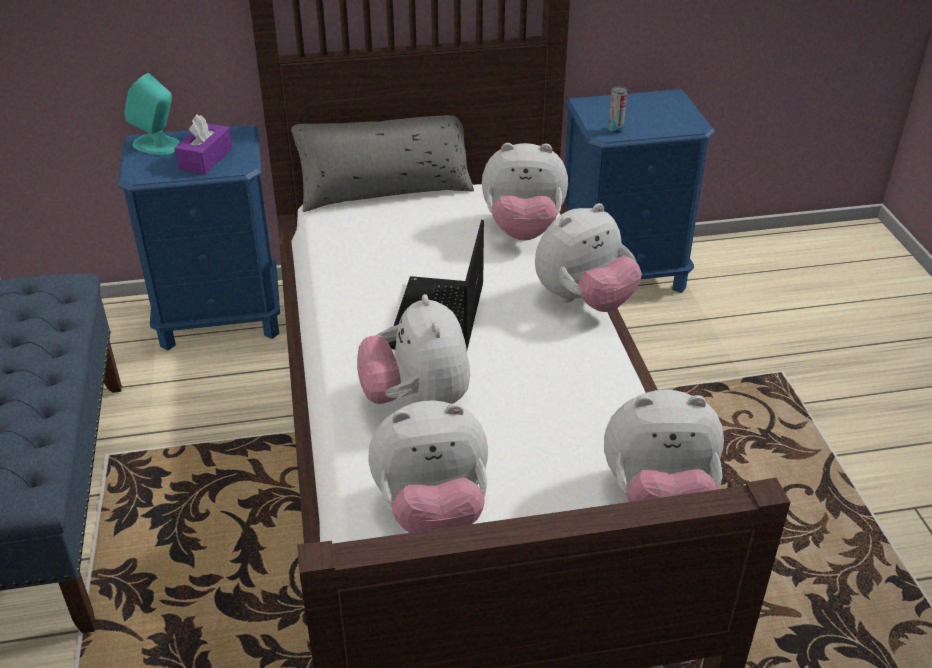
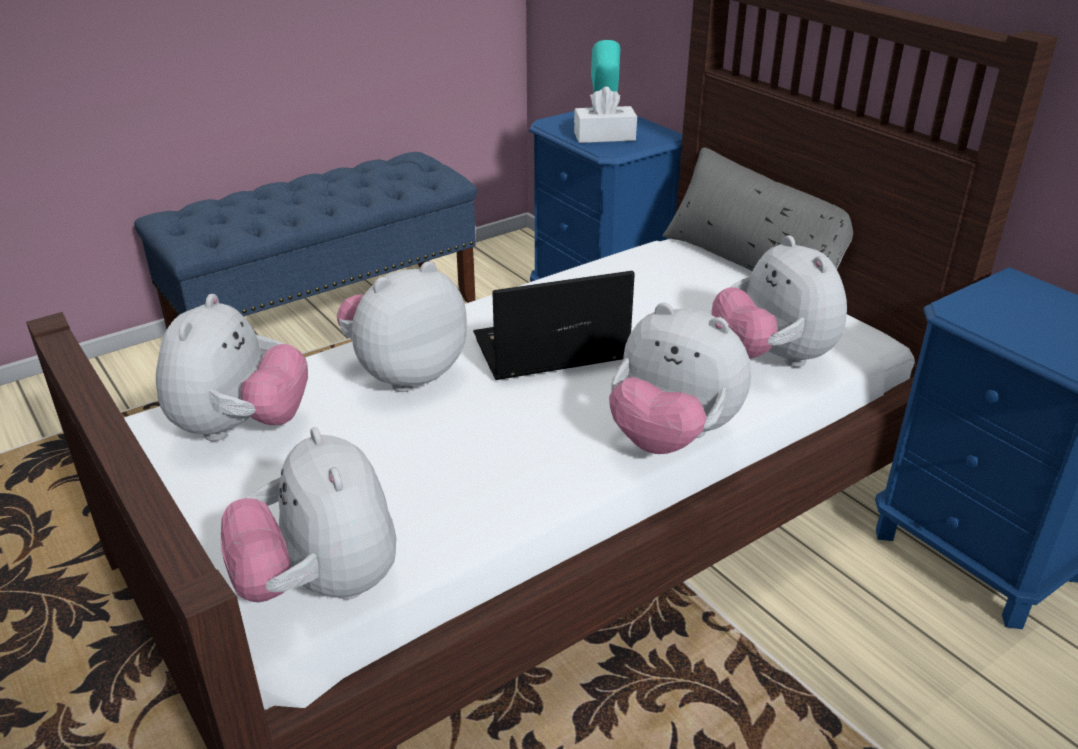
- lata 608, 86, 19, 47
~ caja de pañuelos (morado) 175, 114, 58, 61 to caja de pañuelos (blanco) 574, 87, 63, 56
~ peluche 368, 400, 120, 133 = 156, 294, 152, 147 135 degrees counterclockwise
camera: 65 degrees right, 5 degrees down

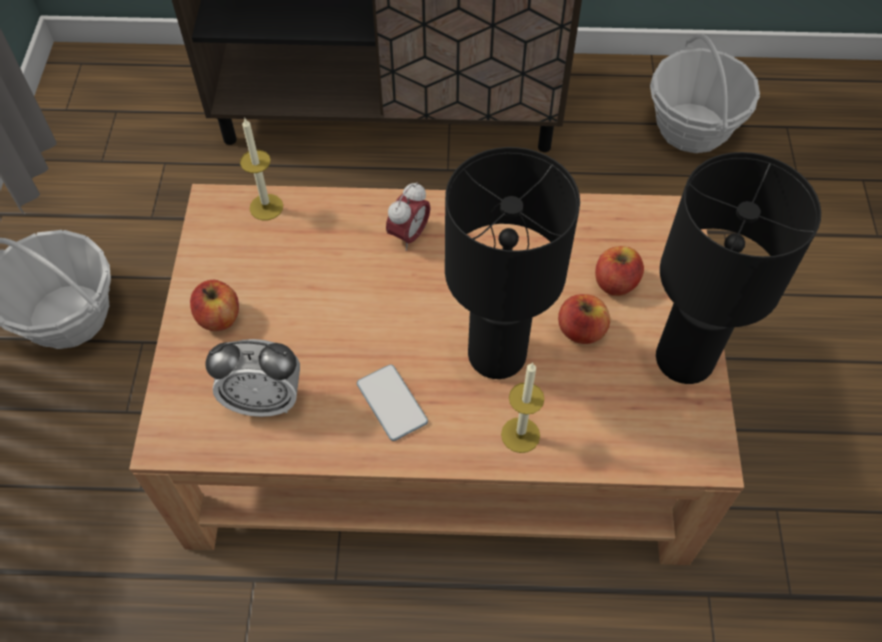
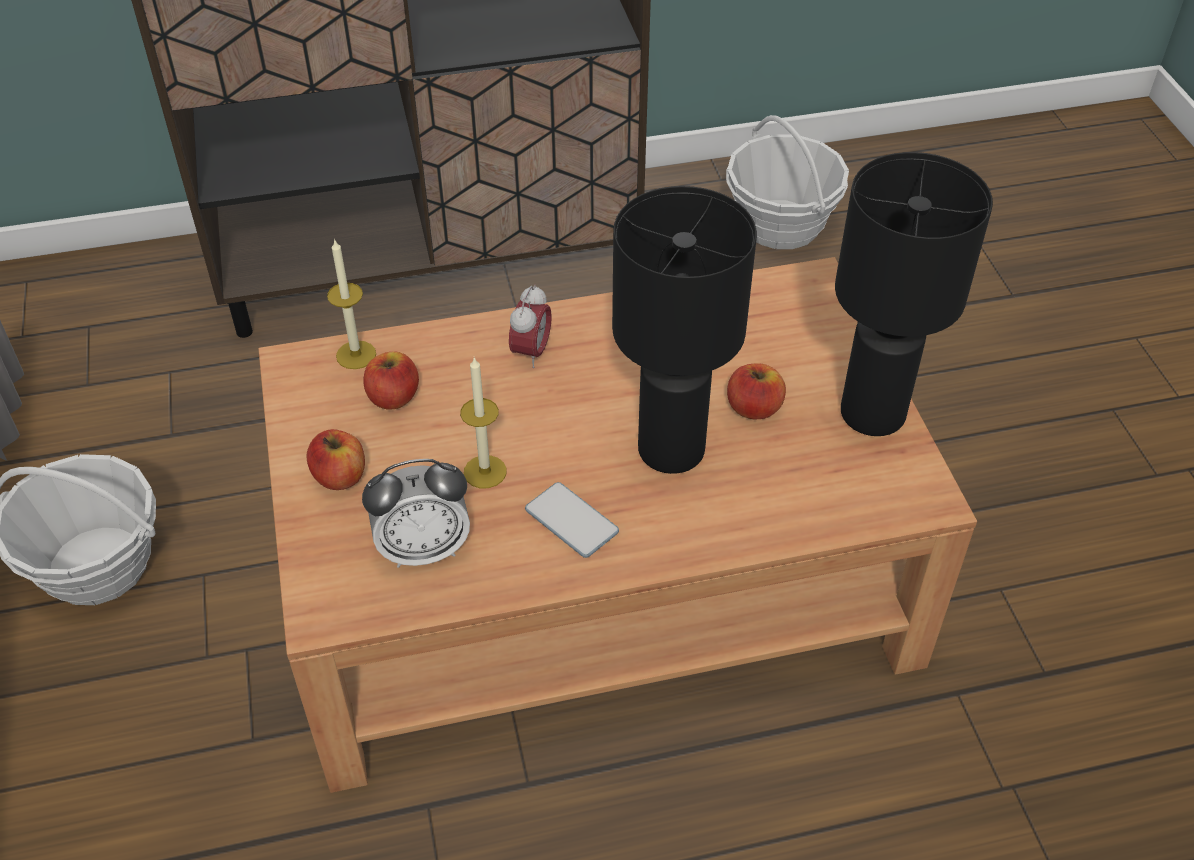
~ vela 501, 362, 44, 91 to 460, 357, 47, 131
~ manzana 595, 246, 49, 50 to 363, 351, 56, 59
camera: 15 degrees left, 10 degrees down

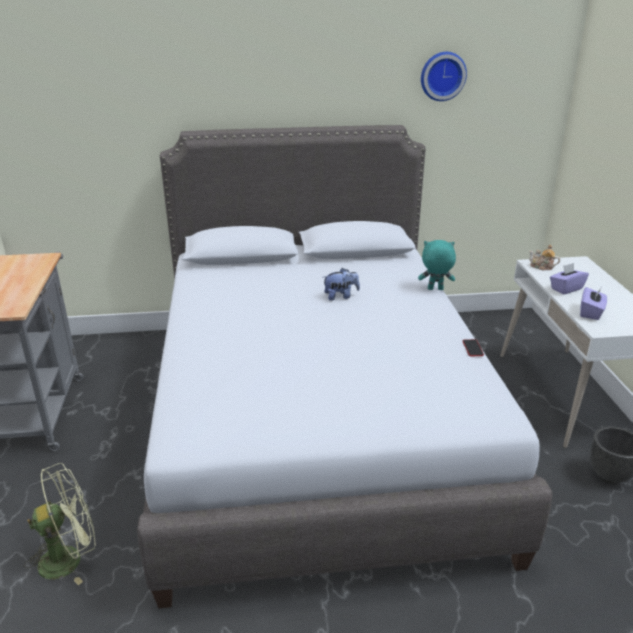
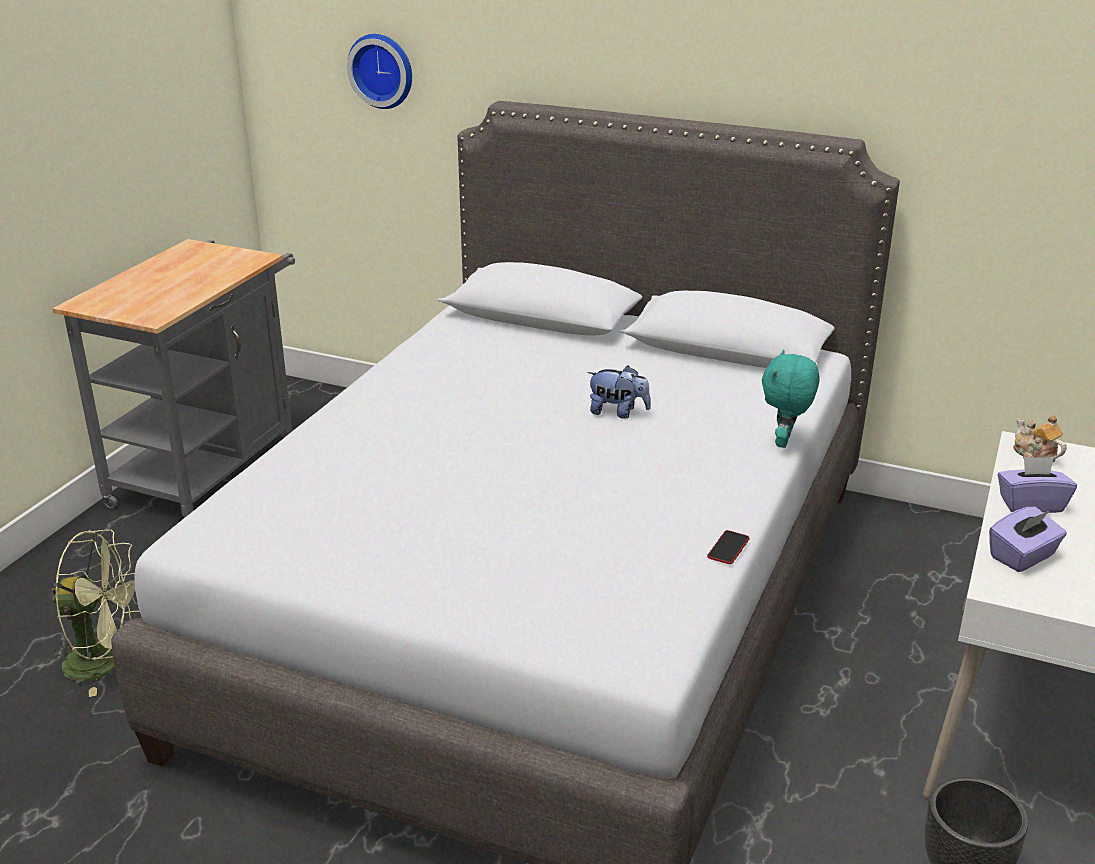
~ reloj de pared 421, 52, 46, 49 to 347, 34, 65, 75
~ peluche (turquesa) 418, 240, 38, 50 = 762, 350, 58, 98 105 degrees counterclockwise
camera: 30 degrees right, 0 degrees up

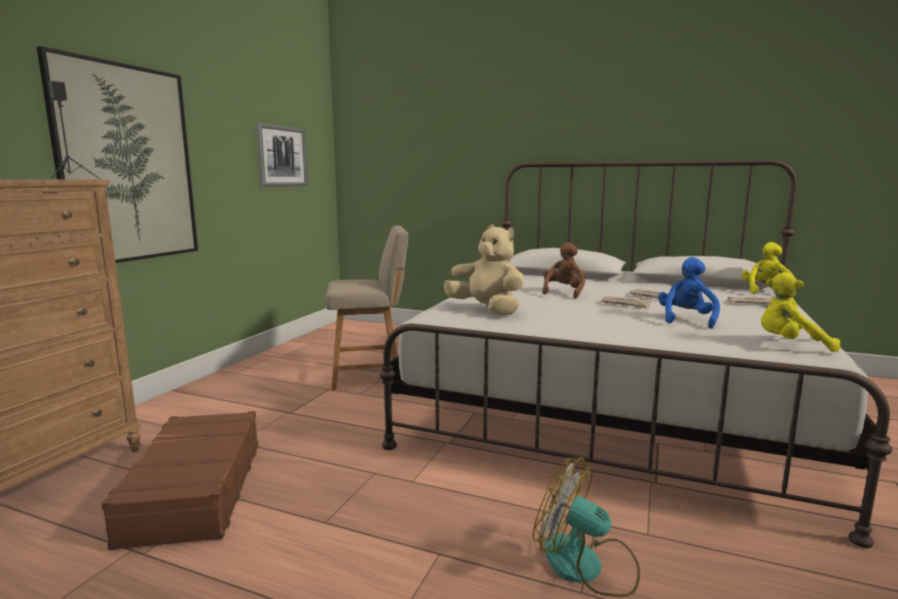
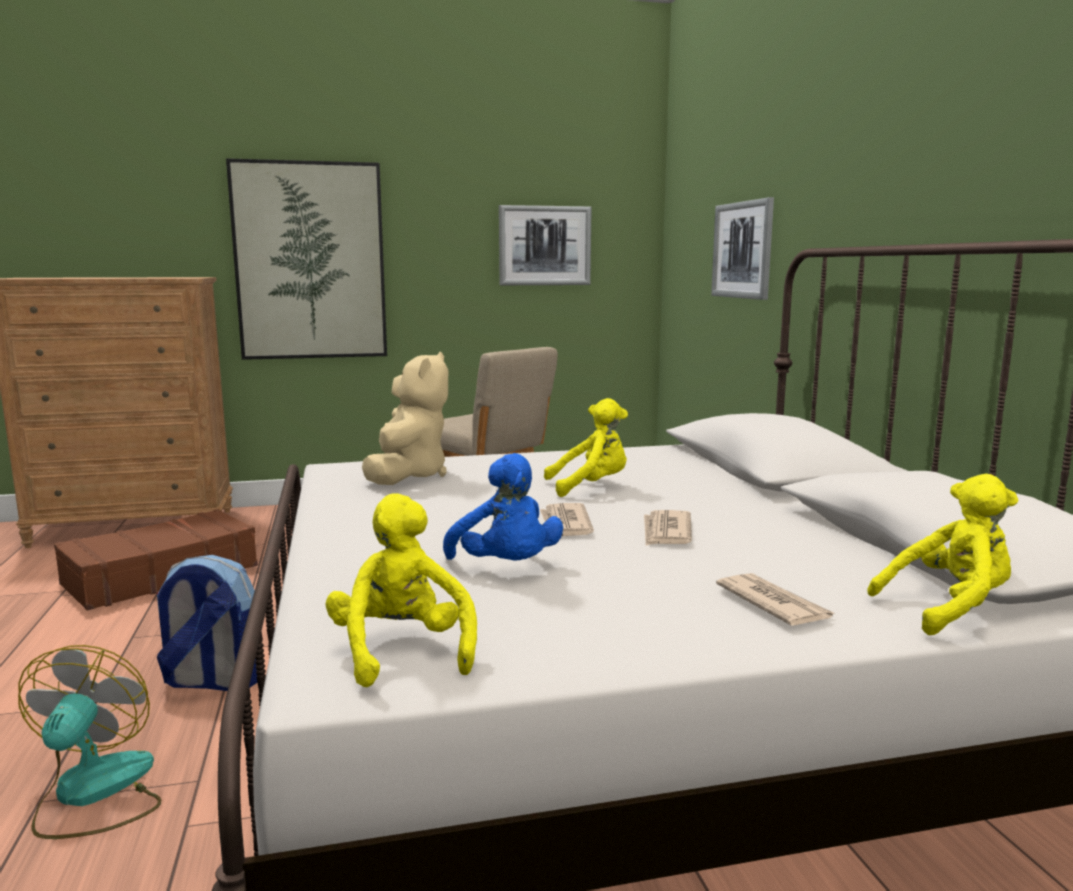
- altavoz (negro) 49, 81, 51, 98
+ mochila 157, 555, 101, 136
+ cuadro 711, 197, 63, 103
~ peluche (marrón) 542, 242, 43, 57 to peluche (amarillo) 544, 398, 84, 99
~ peluche (azul) 658, 257, 62, 72 = 443, 453, 120, 108 75 degrees clockwise
camera: 55 degrees right, 0 degrees up

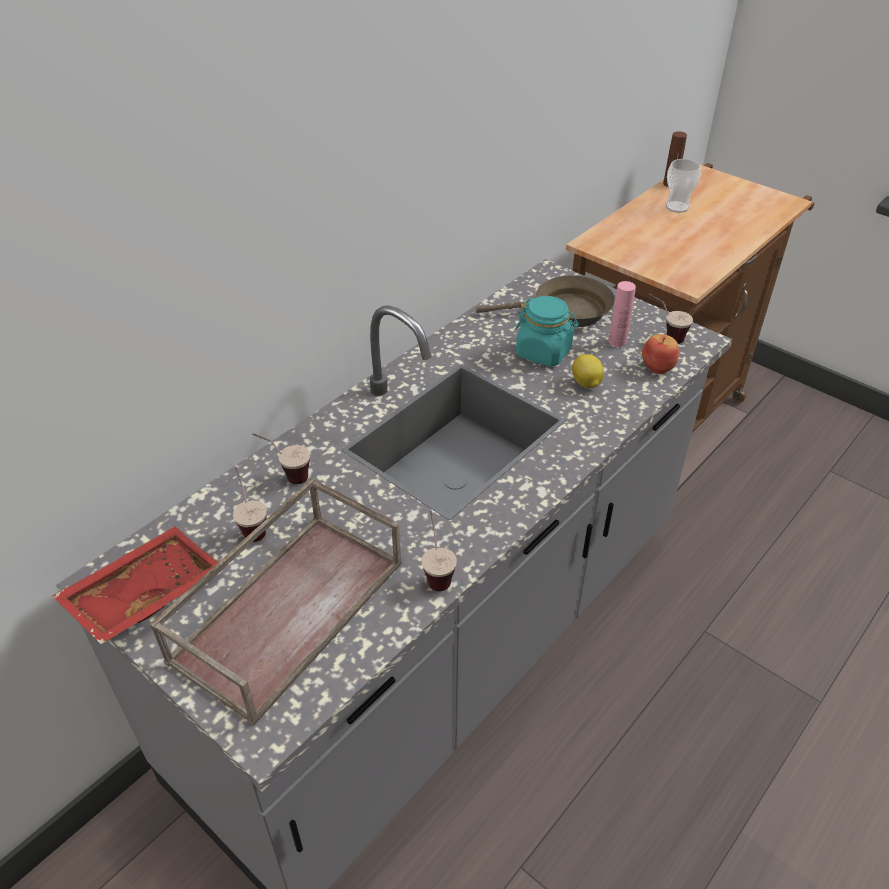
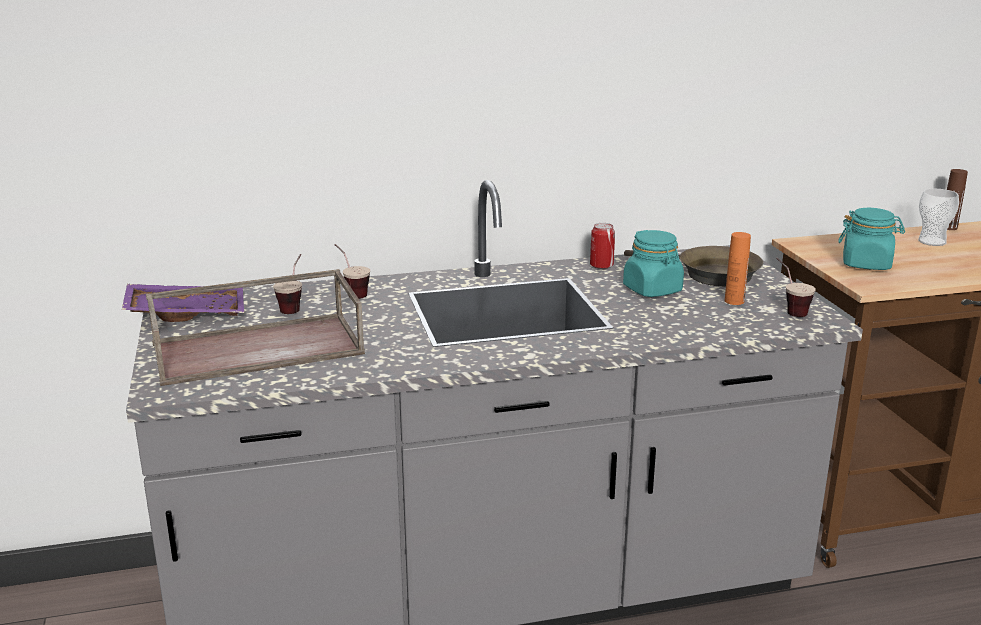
- taza 422, 510, 35, 81
- limón 572, 354, 32, 34
- manzana 642, 334, 37, 40
+ lata 590, 223, 25, 46
+ tarro (turquesa) 838, 208, 67, 62
~ bandeja (rojo) 53, 526, 165, 118 to bandeja (morado) 122, 284, 122, 38
~ botella (rosa) 608, 281, 28, 66 to botella (naranja) 725, 232, 26, 73
camera: 35 degrees right, 20 degrees down

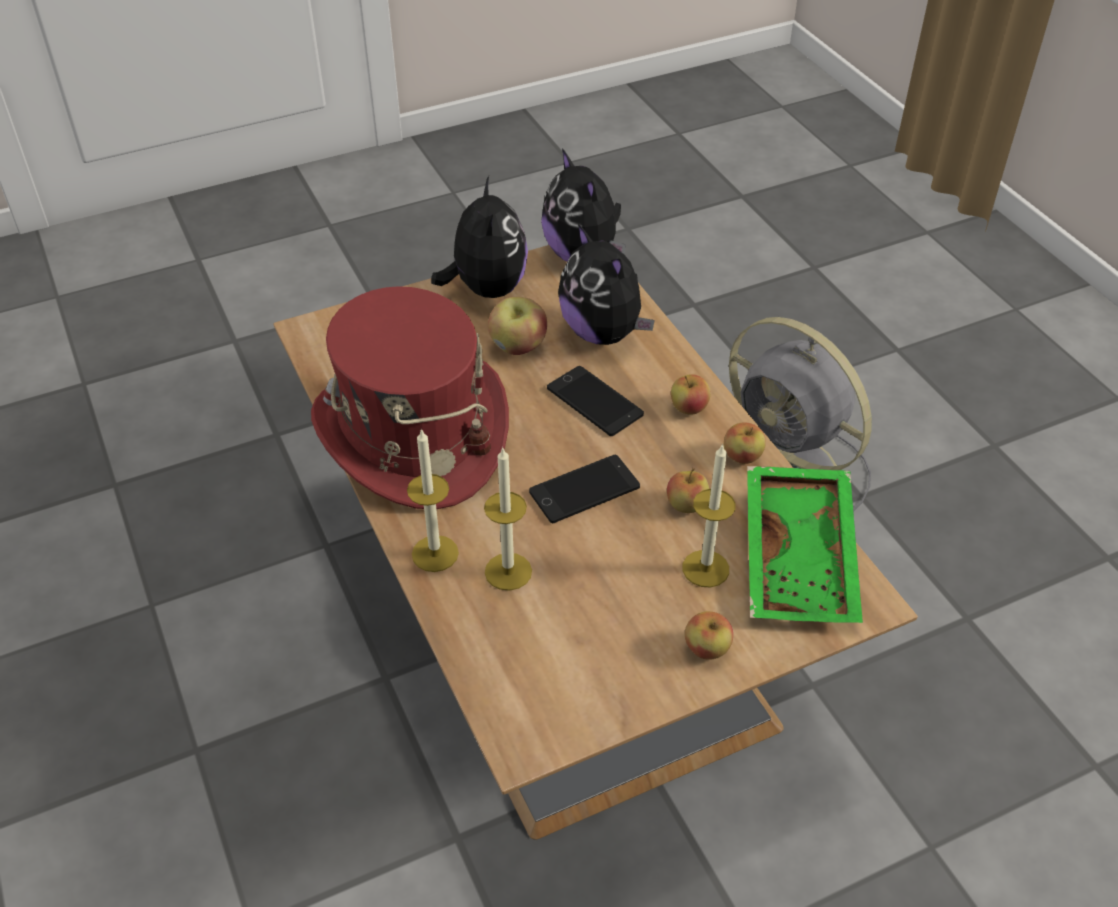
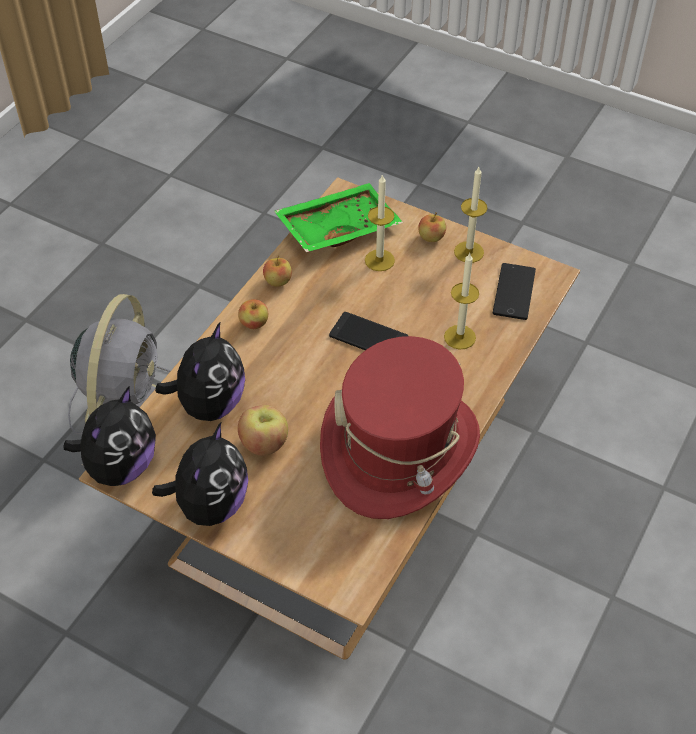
- manzana 667, 468, 42, 45
~ vela 407, 428, 52, 144 to 454, 167, 34, 96
~ móvil 547, 366, 97, 70 to 493, 263, 43, 57
~ peluche 431, 176, 97, 122 = 152, 421, 96, 105 150 degrees clockwise
camera: 125 degrees left, 5 degrees up

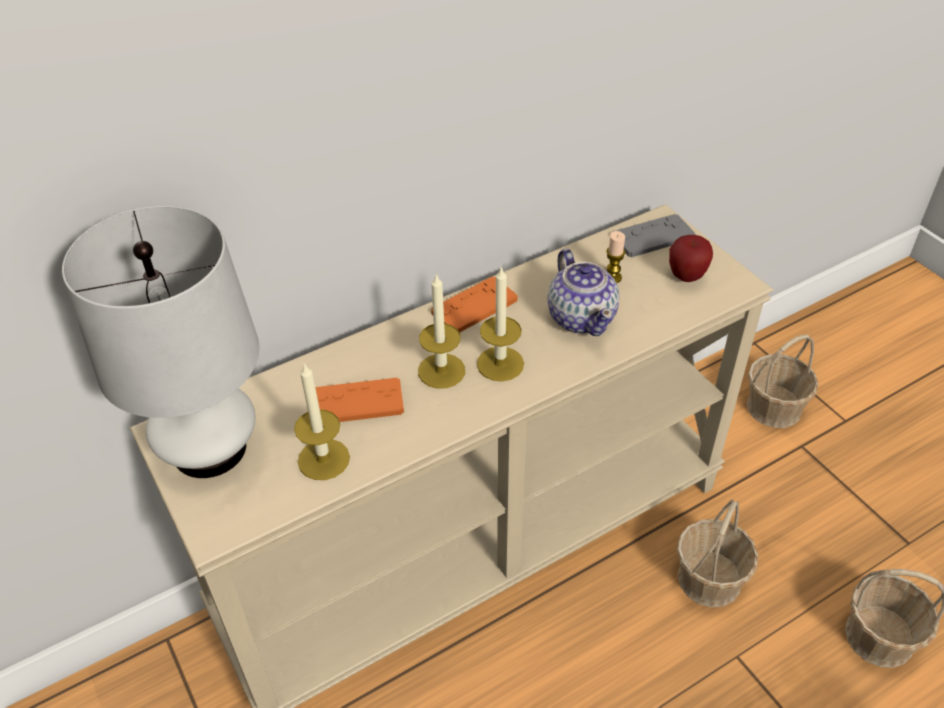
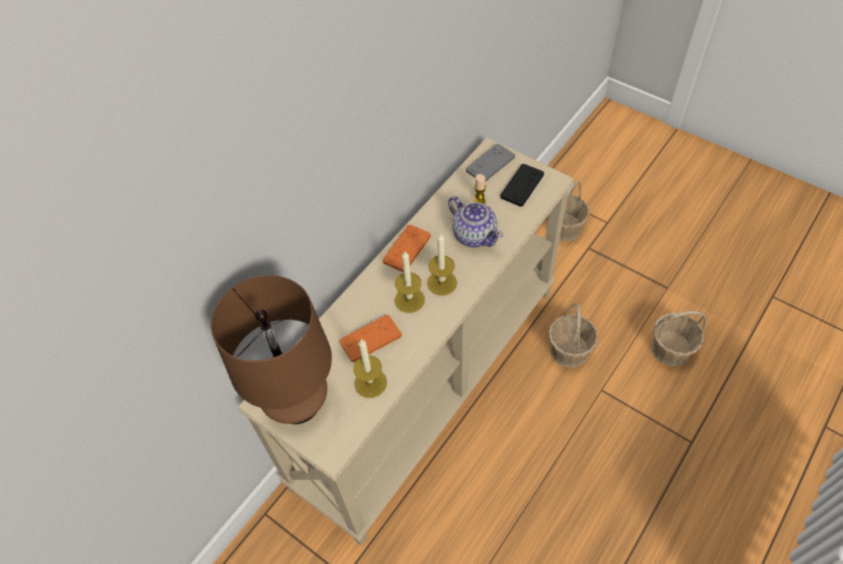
~ manzana 669, 235, 44, 47 to mando de consola (negro) 500, 164, 44, 43
~ lámpara de mesa (blanco) 62, 206, 197, 272 to lámpara de mesa (marrón) 211, 275, 121, 149
camera: 20 degrees left, 10 degrees up

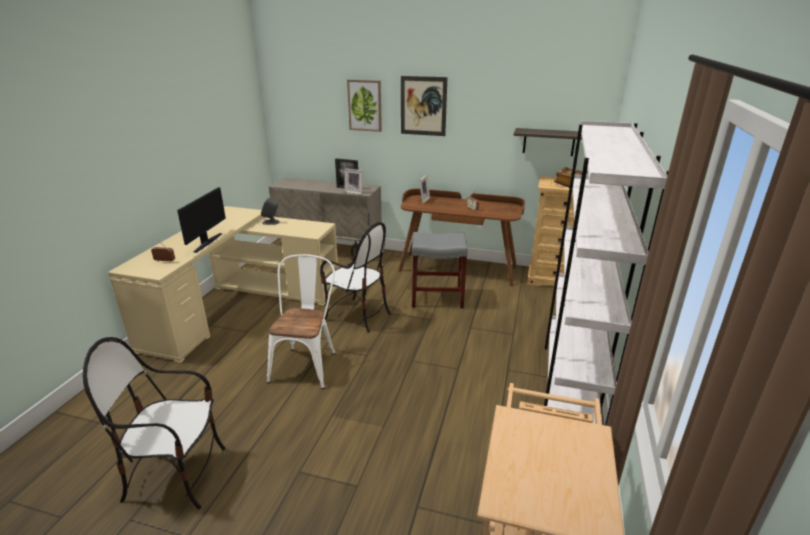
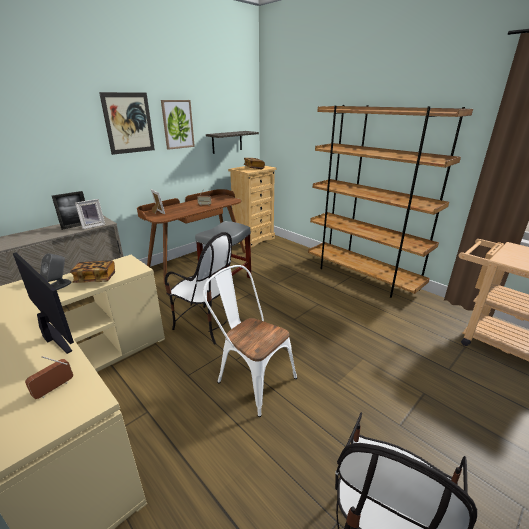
+ libro 70, 260, 45, 23
~ cuadro 347, 79, 35, 53 to 161, 100, 34, 50
~ estantería (blanco) 544, 121, 124, 305 to estantería (marrón) 308, 105, 165, 193
~ silla 320, 222, 71, 110 = 165, 232, 67, 113 60 degrees clockwise
camera: 60 degrees left, 0 degrees up

